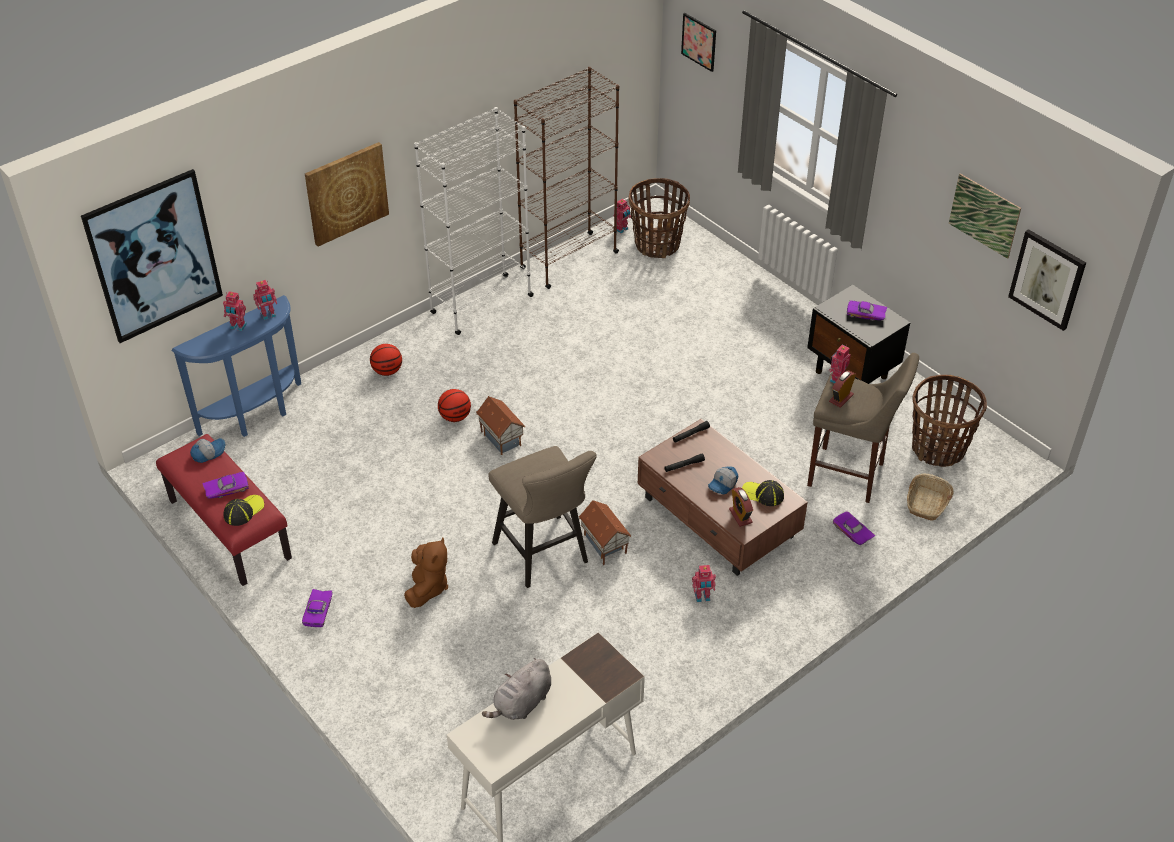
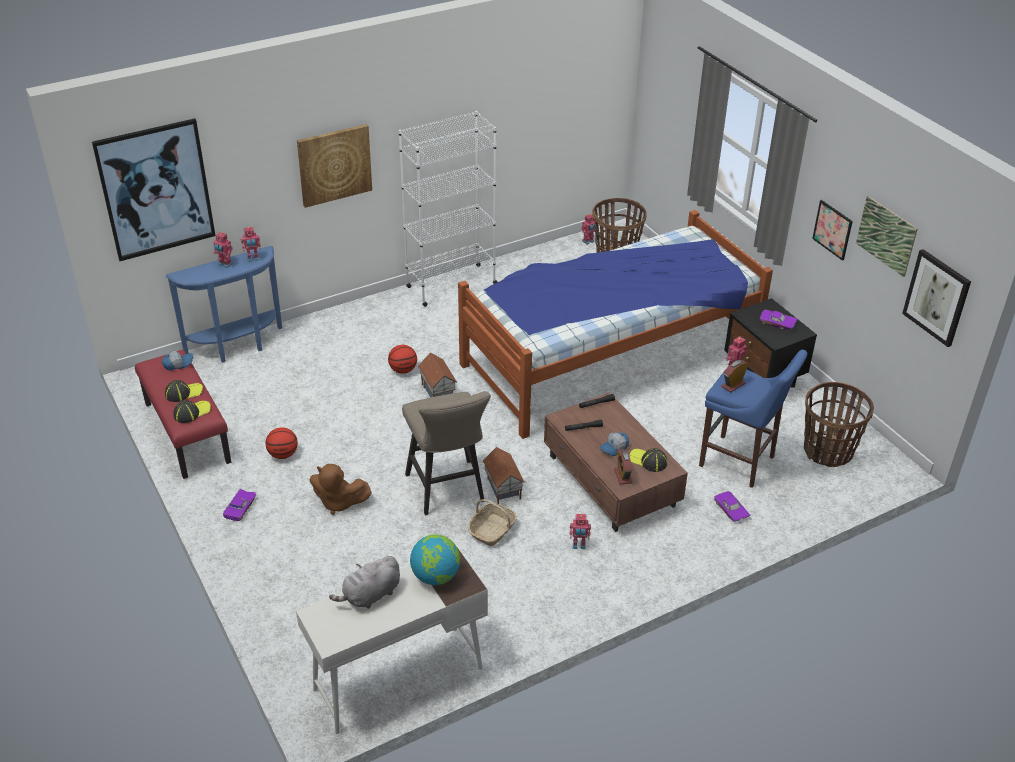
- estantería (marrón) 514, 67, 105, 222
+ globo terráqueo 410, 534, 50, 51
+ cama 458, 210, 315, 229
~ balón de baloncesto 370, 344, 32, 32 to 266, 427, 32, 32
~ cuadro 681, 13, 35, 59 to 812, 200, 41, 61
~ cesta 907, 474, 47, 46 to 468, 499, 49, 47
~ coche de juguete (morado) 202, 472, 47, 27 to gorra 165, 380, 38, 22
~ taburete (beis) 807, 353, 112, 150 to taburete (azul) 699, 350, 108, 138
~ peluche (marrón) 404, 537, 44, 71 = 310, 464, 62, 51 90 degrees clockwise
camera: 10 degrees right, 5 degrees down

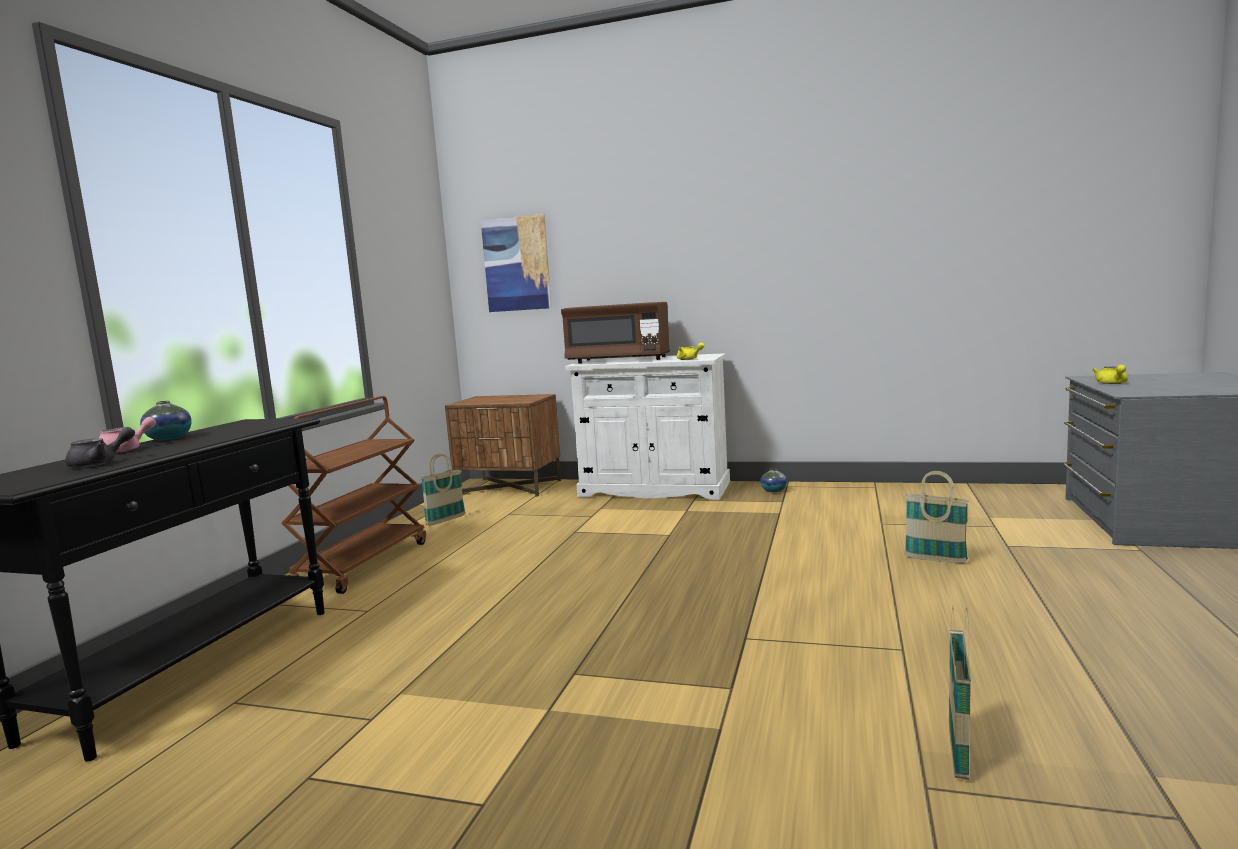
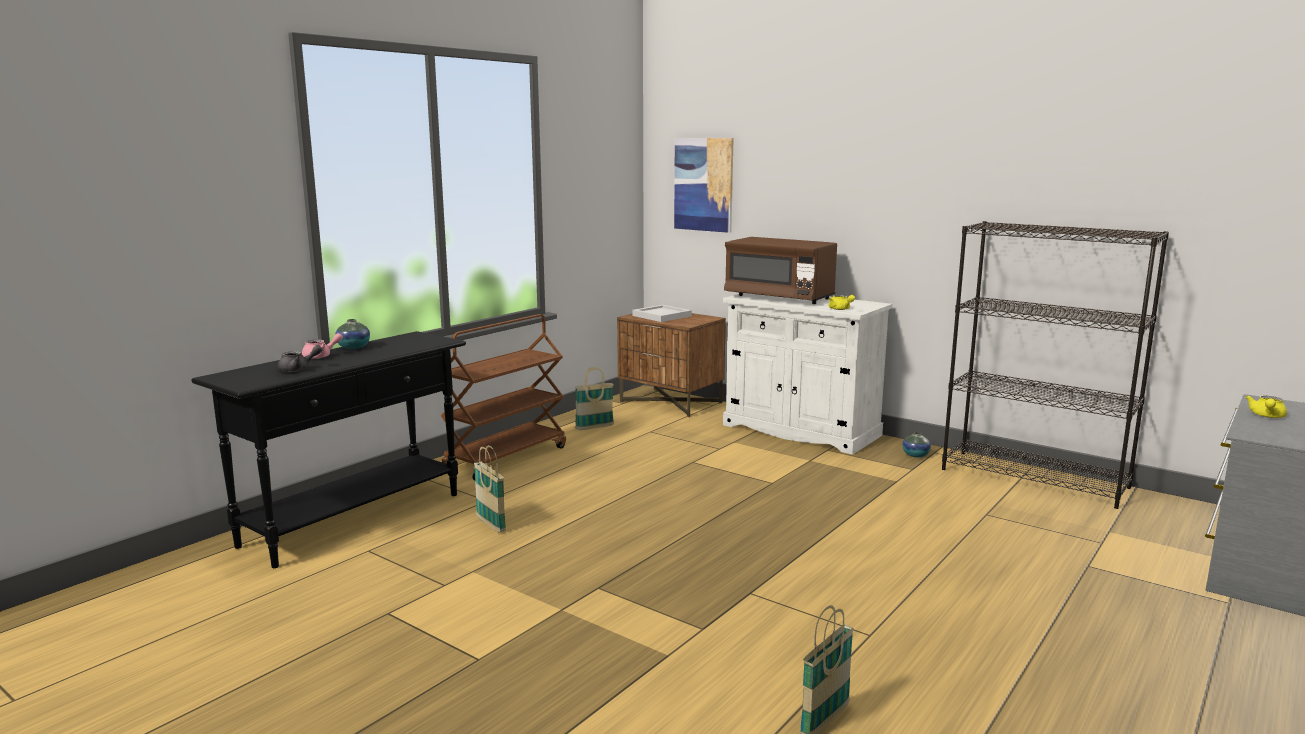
+ bandeja (blanco) 632, 305, 60, 17
+ estantería (negro) 942, 221, 227, 288
~ cesta 904, 471, 65, 92 to 474, 445, 32, 87
camera: 20 degrees right, 5 degrees up

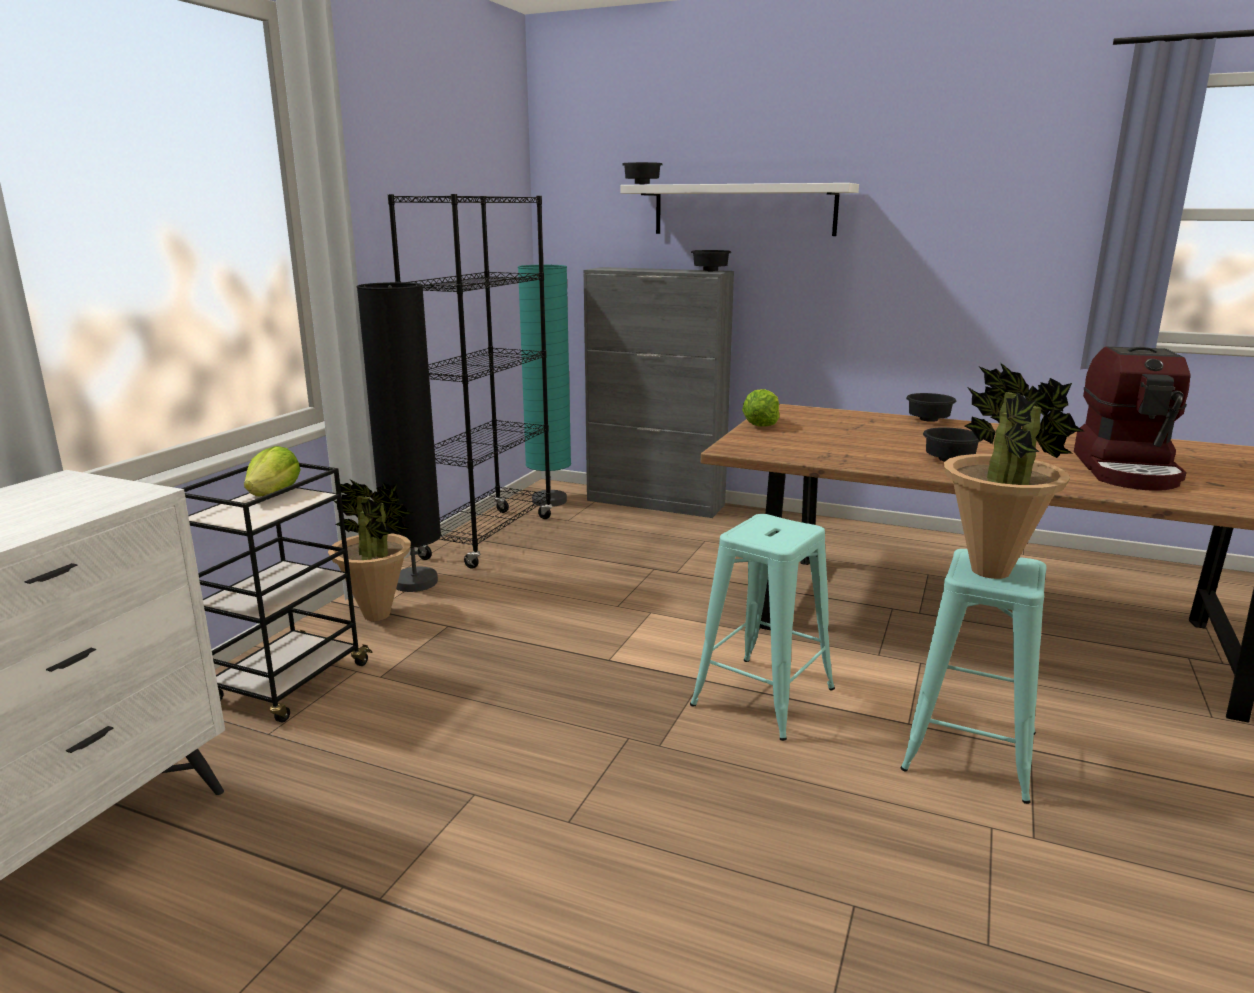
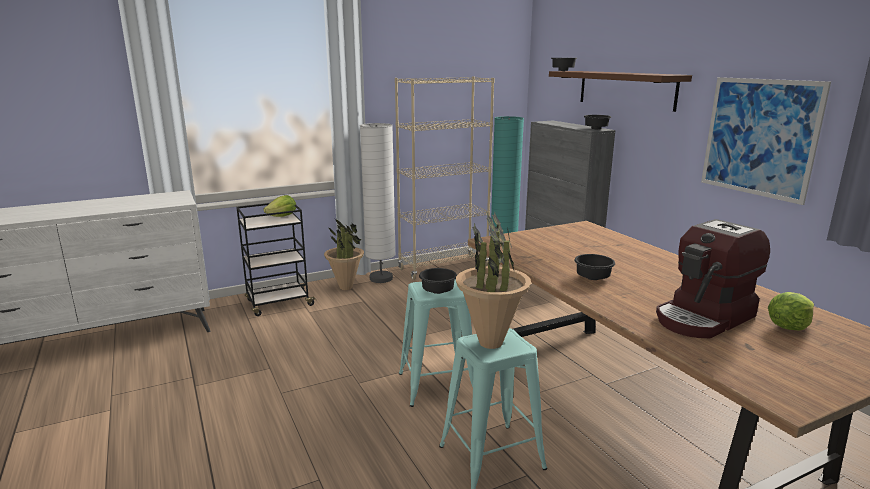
+ cuadro 701, 77, 130, 128
~ lechuga 742, 389, 38, 38 to 768, 292, 46, 39
~ cuenco (negro) 906, 393, 50, 29 to 419, 268, 38, 26
~ lámpara de pie (negro) 357, 282, 84, 310 to lámpara de pie (blanco) 360, 123, 36, 160
~ estantería (negro) 388, 194, 165, 375 to estantería (beis) 395, 76, 100, 204
~ estante (blanco) 620, 183, 239, 53 to estante (marrón) 549, 71, 143, 41
camera: 40 degrees right, 0 degrees up

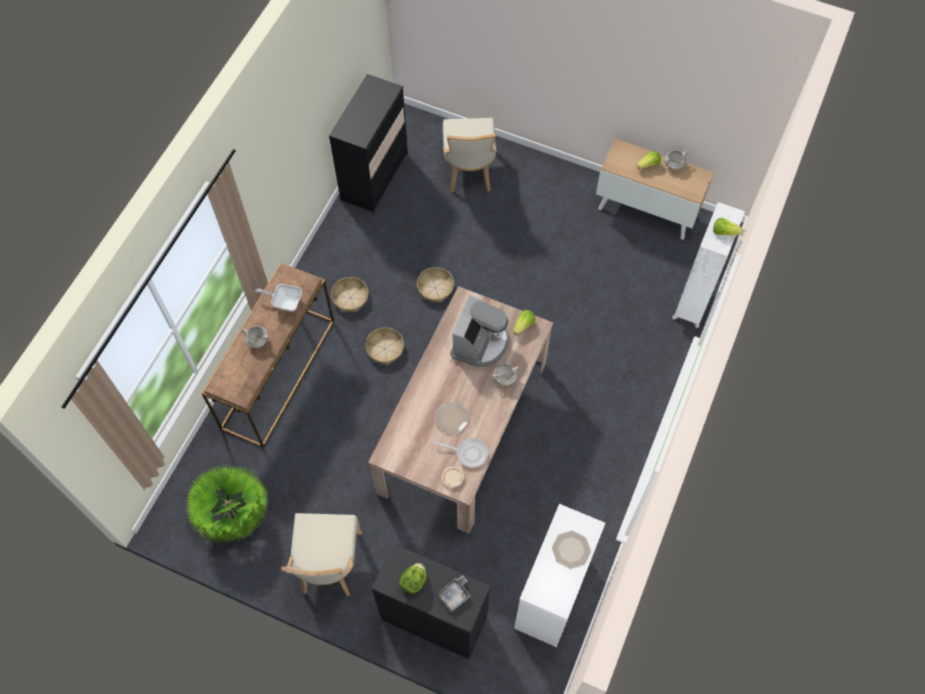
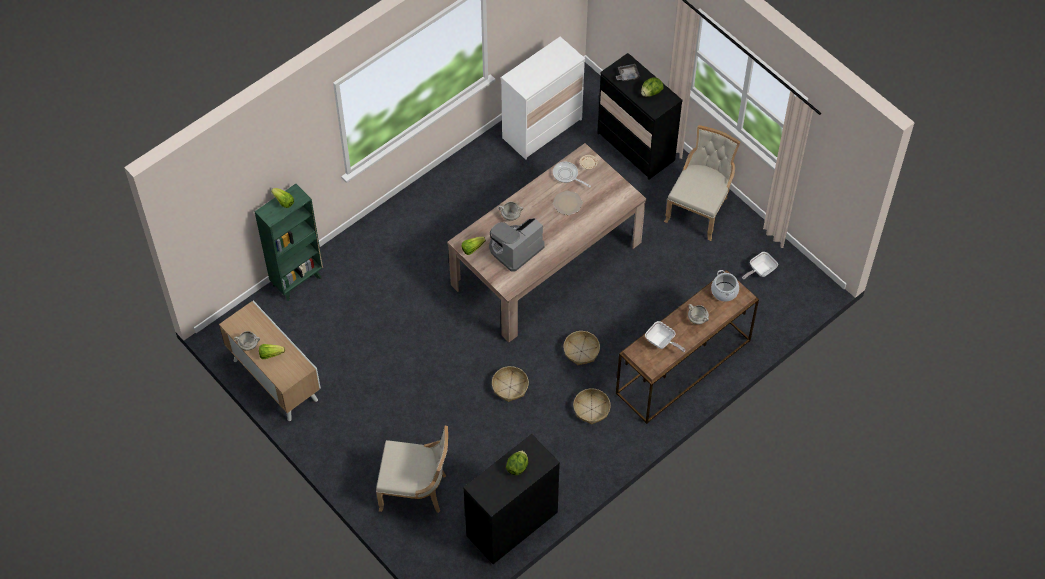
- plato 552, 531, 39, 38
+ lechuga 506, 450, 23, 25
+ olla 711, 270, 28, 32
~ planta en maceta 186, 464, 81, 80 to sartén 742, 252, 36, 28
~ estantería (blanco) 672, 202, 73, 126 to estantería (verde) 255, 184, 68, 117
~ silla (beis) 443, 118, 54, 75 = 376, 426, 72, 87 75 degrees clockwise
camera: 155 degrees left, 5 degrees down

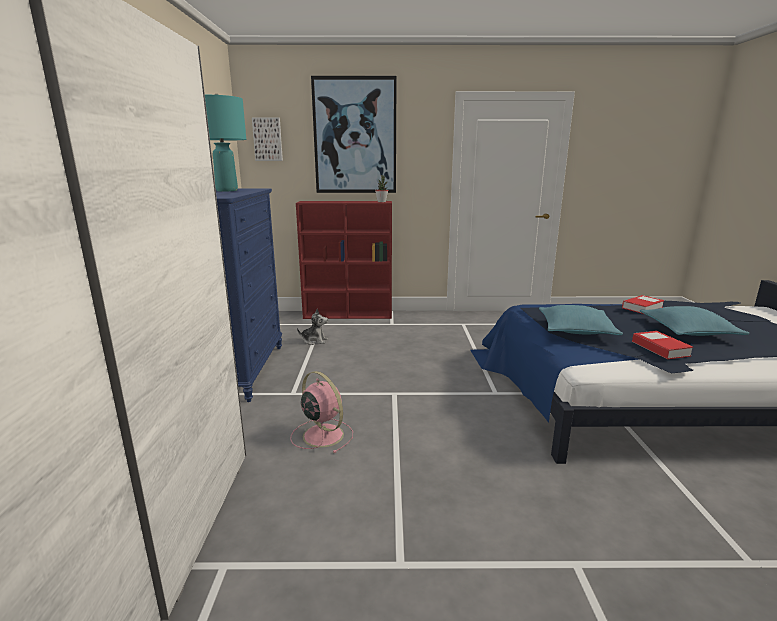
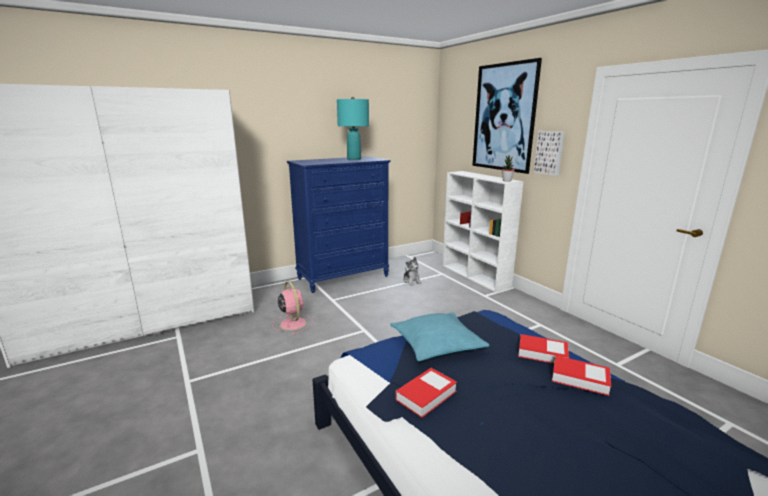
- cojín (turquesa) 640, 306, 109, 30
+ libro 518, 334, 51, 30
~ cuadro 252, 118, 31, 43 to 533, 131, 32, 45
~ estantería (rojo) 296, 201, 96, 118 to estantería (blanco) 443, 171, 81, 121
~ ventilador (rosa) 290, 371, 63, 82 = 272, 281, 41, 54 45 degrees counterclockwise
camera: 60 degrees right, 0 degrees up

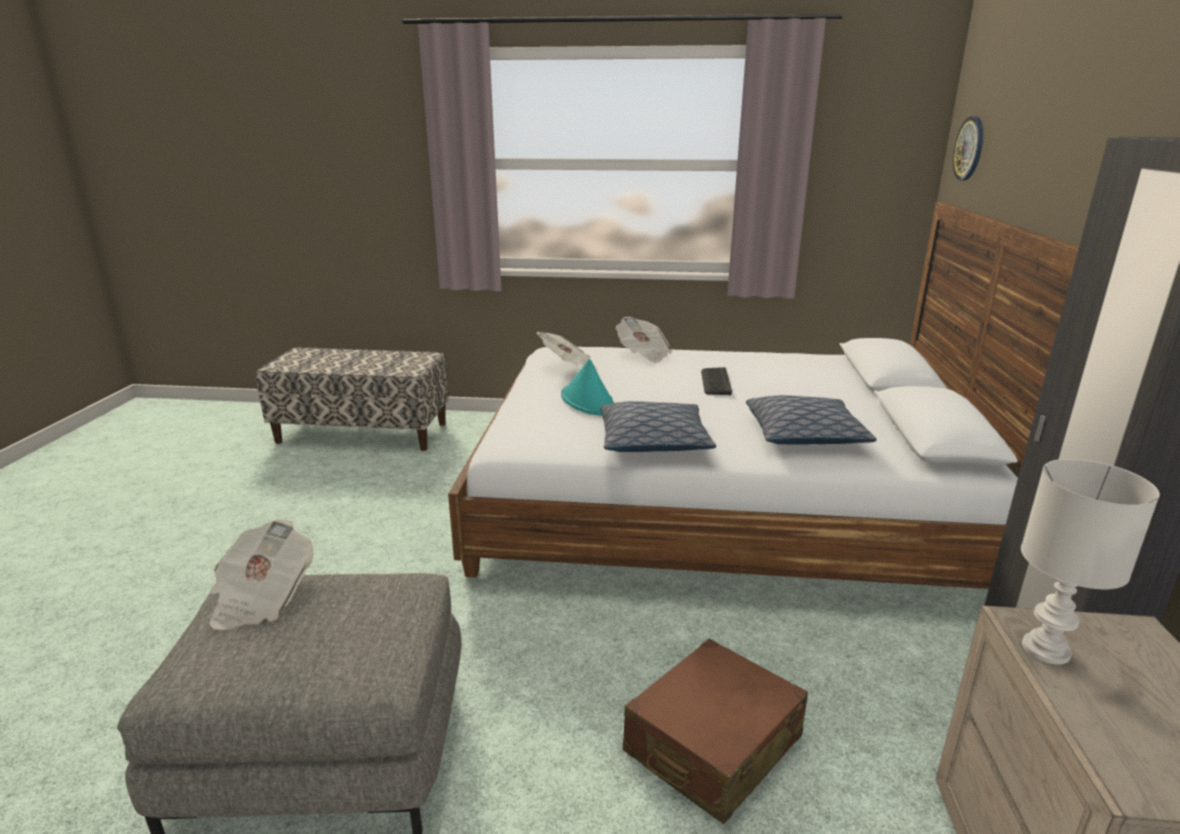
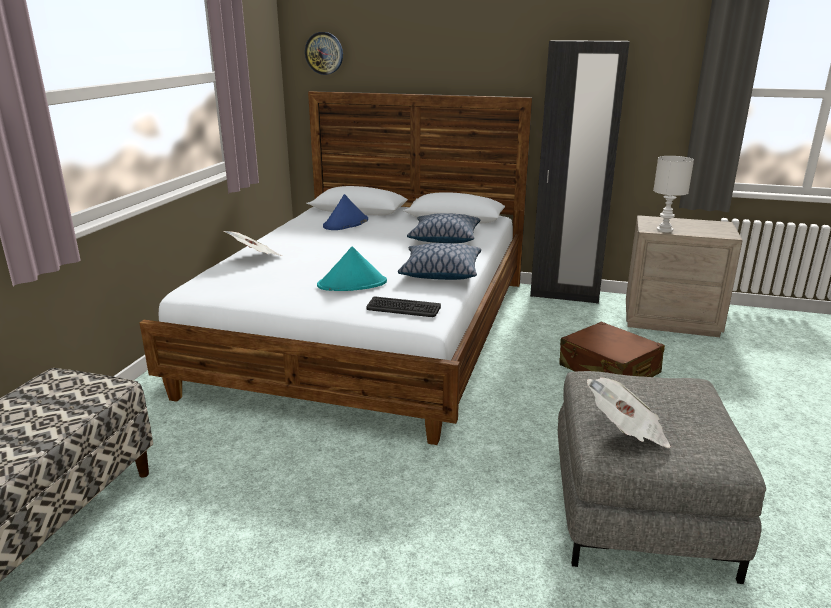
- periódico 537, 332, 61, 38
+ sombrero (azul) 323, 194, 45, 36
~ teclado 701, 367, 31, 28 to 366, 297, 75, 20
camera: 80 degrees left, 0 degrees up

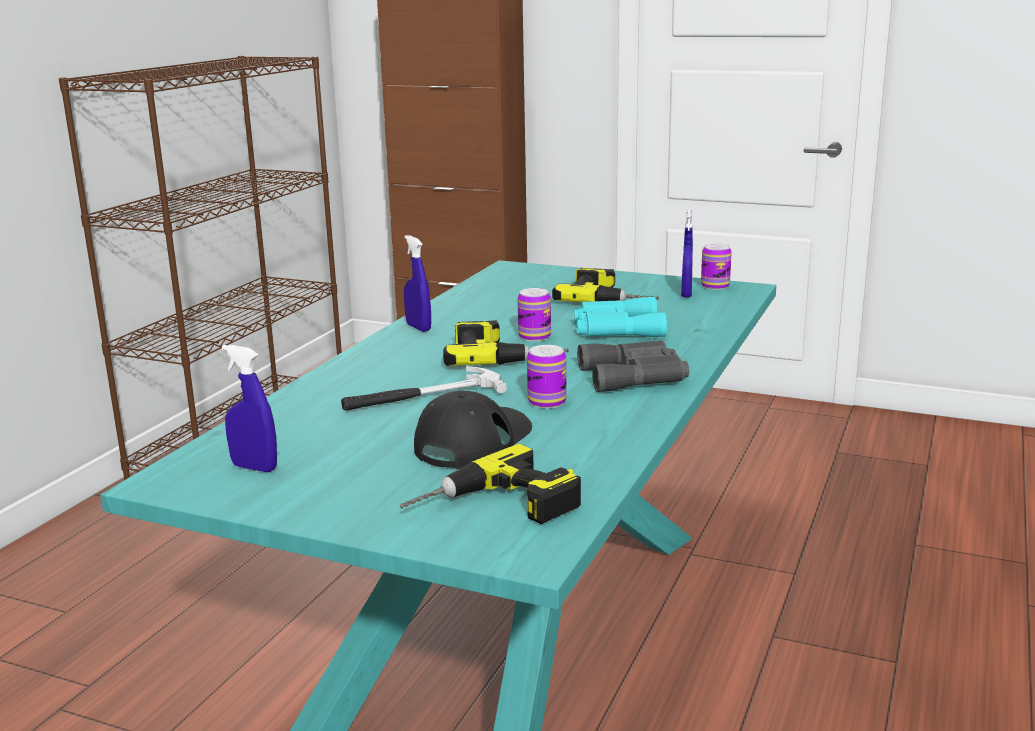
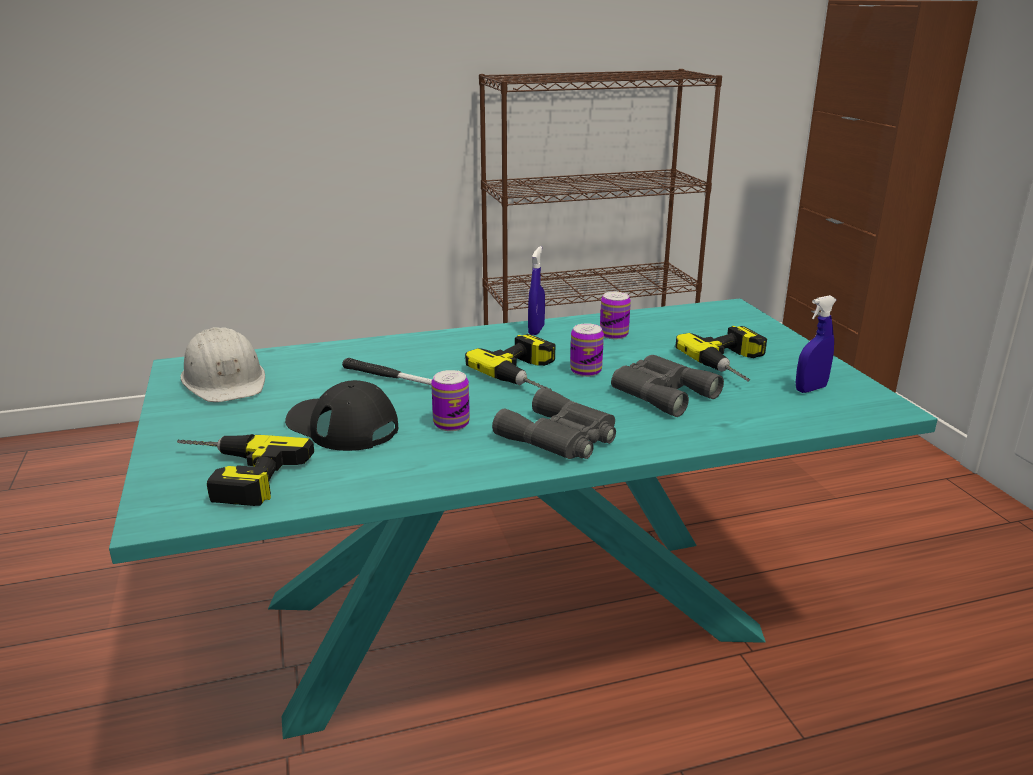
~ lata 701, 244, 31, 46 to 600, 292, 31, 47
~ pulverizador (azul) 222, 345, 55, 127 to casco (blanco) 181, 327, 84, 75
~ prismáticos (turquesa) 573, 297, 94, 40 to prismáticos (gris) 611, 355, 113, 62
~ gorra (negro) 414, 391, 118, 78 = 285, 380, 113, 71 135 degrees counterclockwise
camera: 50 degrees right, 5 degrees up

